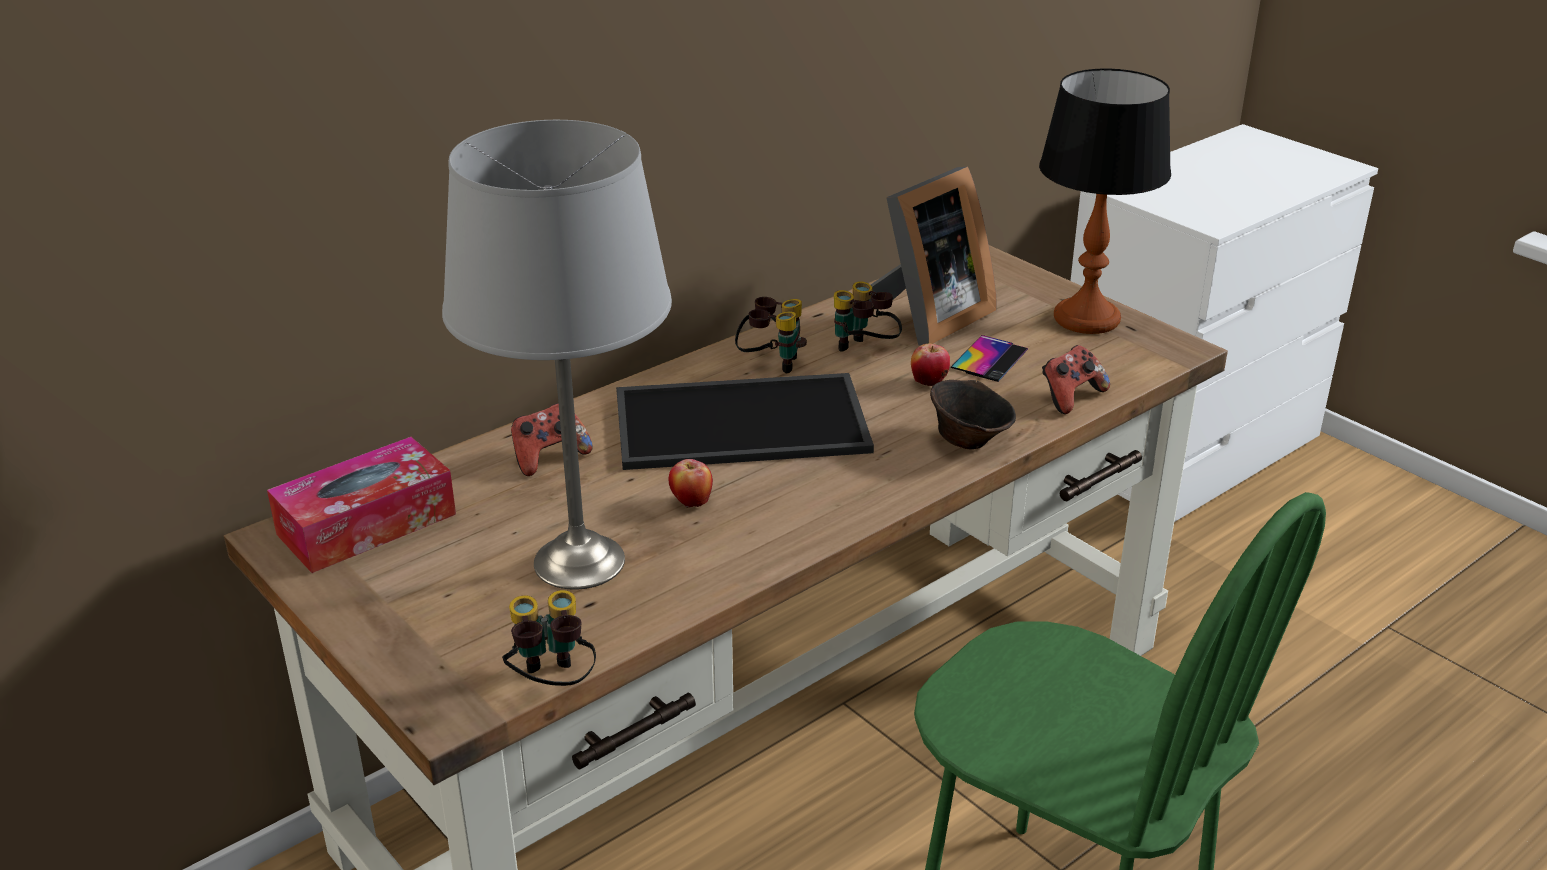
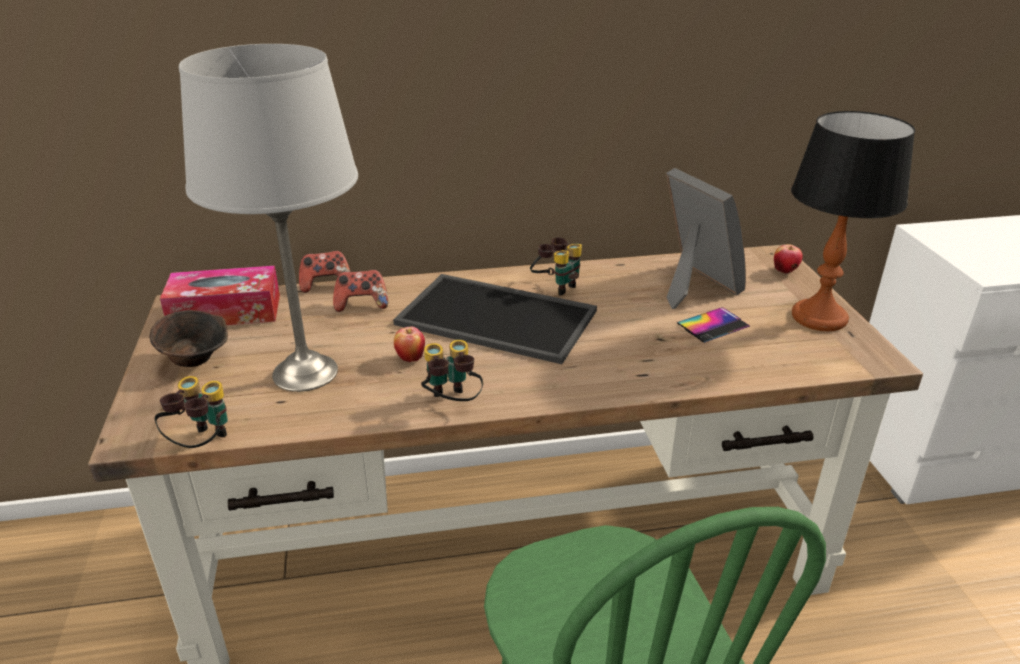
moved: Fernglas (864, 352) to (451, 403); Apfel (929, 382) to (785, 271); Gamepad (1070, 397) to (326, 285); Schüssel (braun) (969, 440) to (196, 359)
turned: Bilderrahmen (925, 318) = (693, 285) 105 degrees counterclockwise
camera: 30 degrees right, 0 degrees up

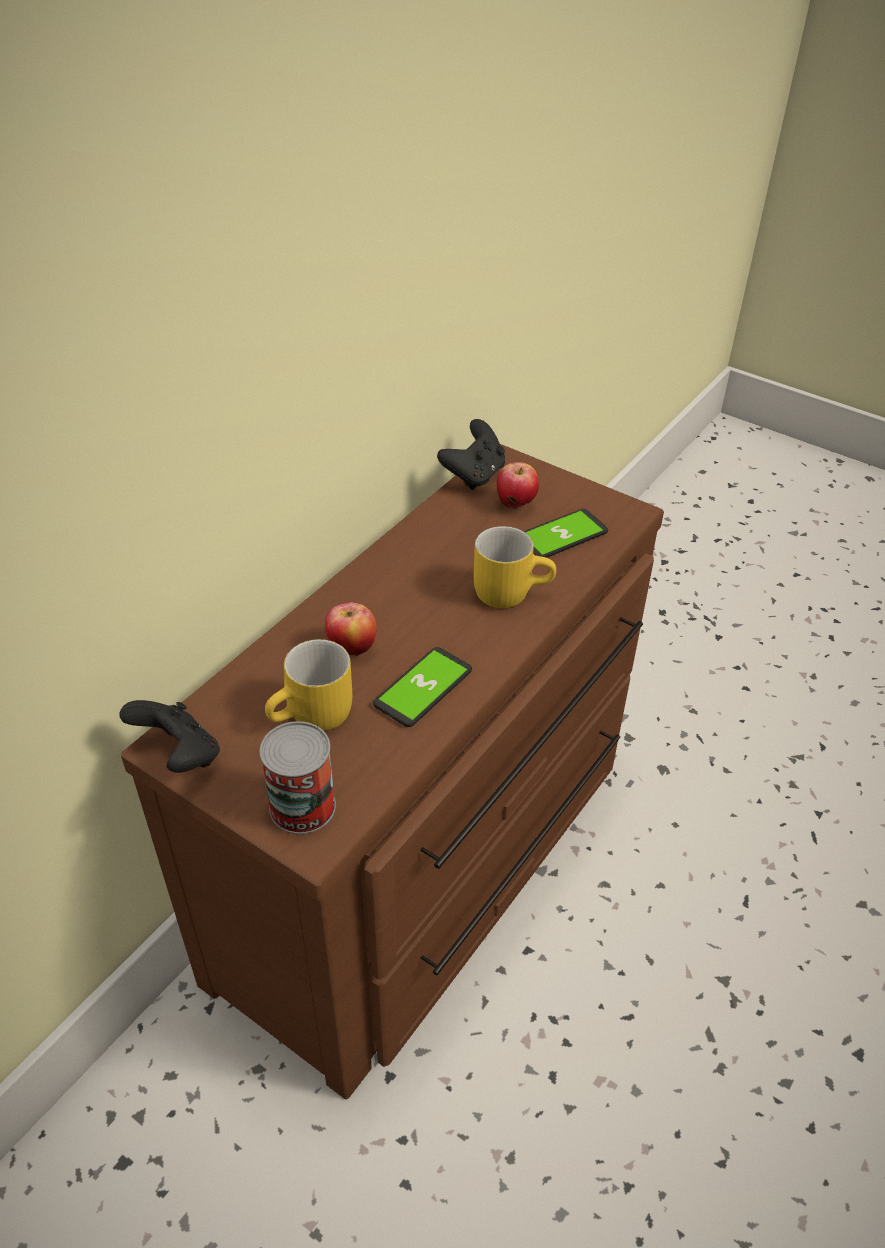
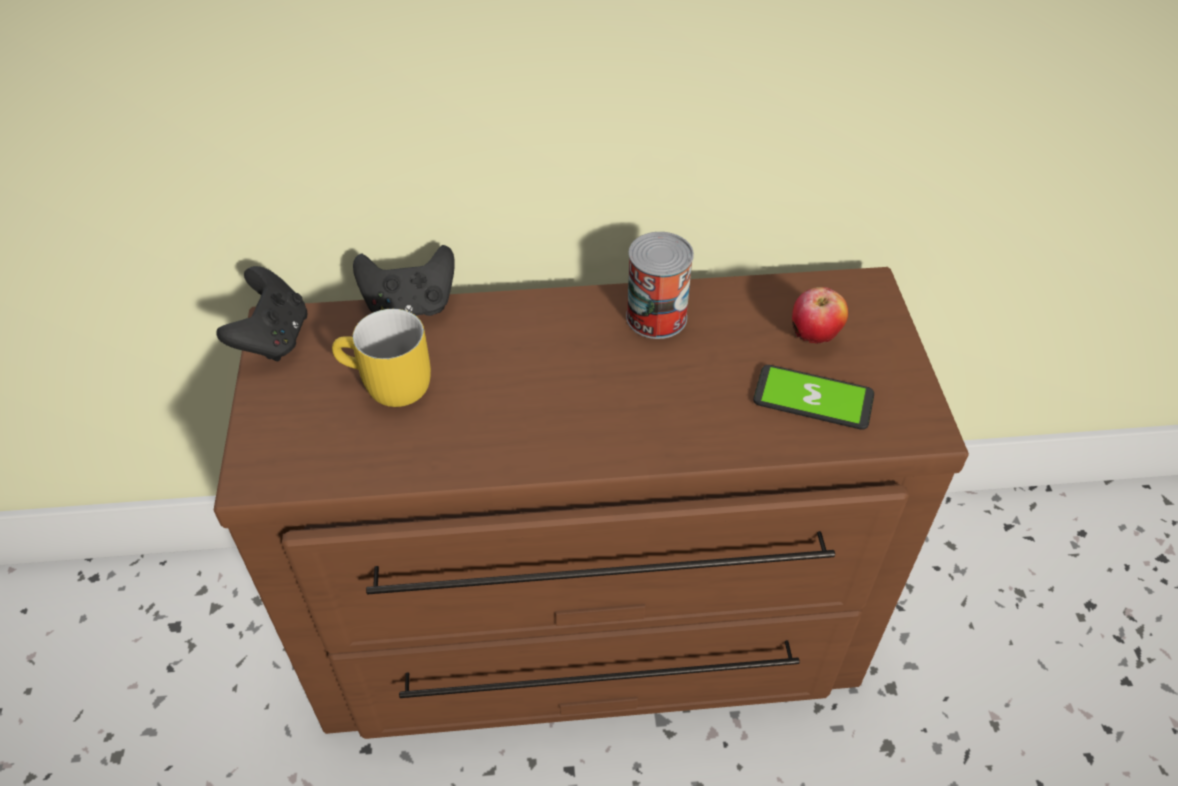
removed: Henkelbecher (gelb) (510, 590); Apfel (352, 649); Handy (423, 688)
moved: Gamepad (schwarz) (474, 475) to (410, 306); Dose (302, 806) to (656, 317)
camera: 50 degrees right, 5 degrees up

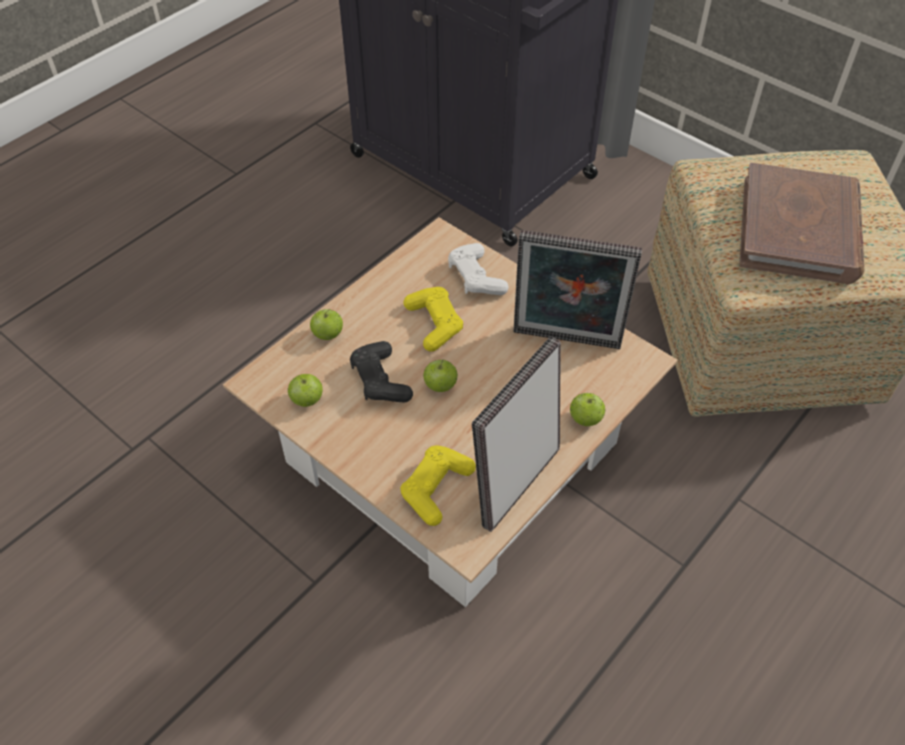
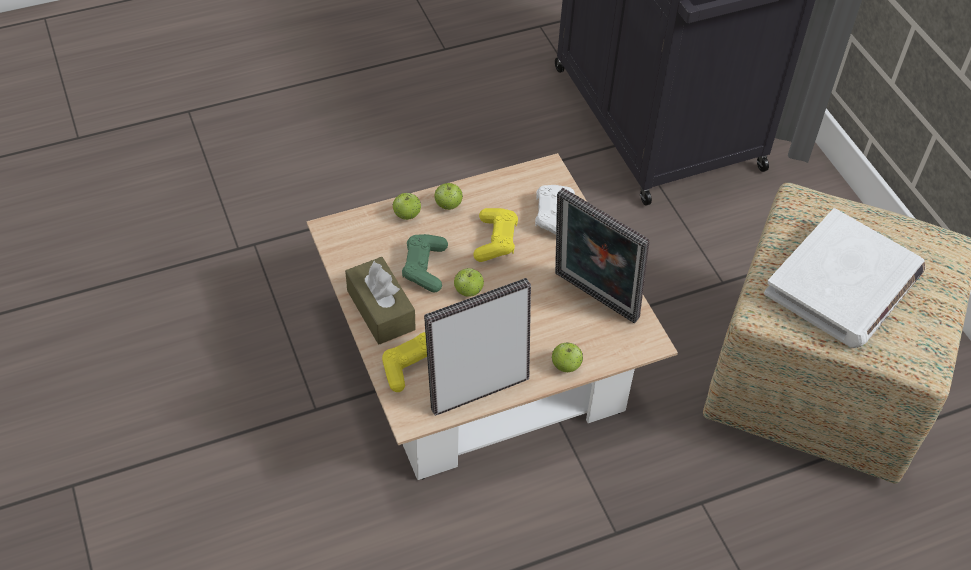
added: Taschentuchbox (braun) (381, 310)
moved: Apfel (307, 400) to (448, 205)
recoloured: Buch (braun) (799, 229) to Buch (weiß) (843, 284); Gamepad (schwarz) (380, 380) to Gamepad (grün) (424, 268)
camera: 25 degrees right, 0 degrees up

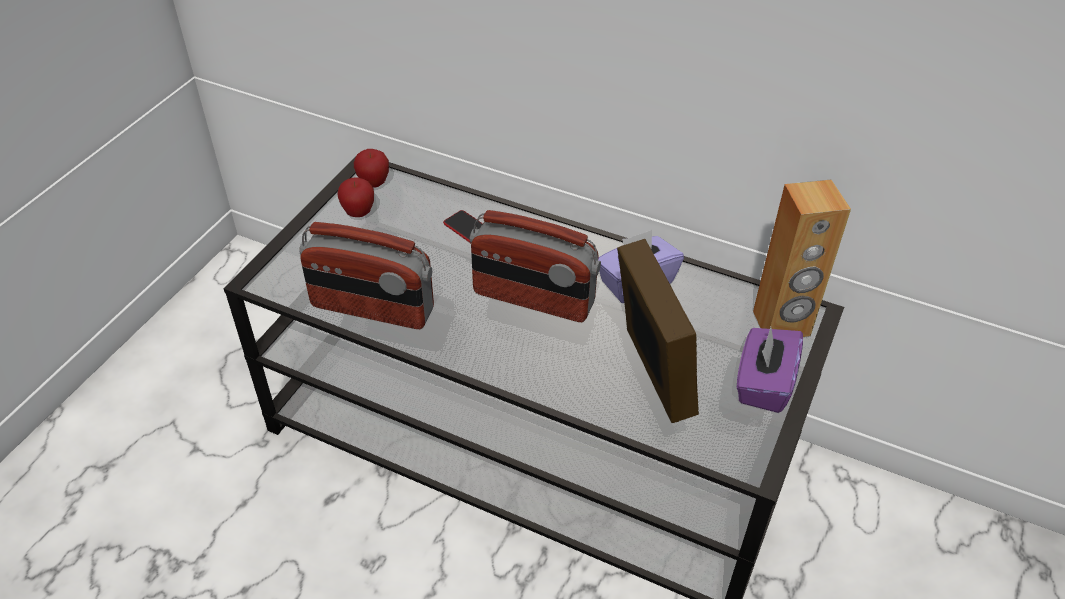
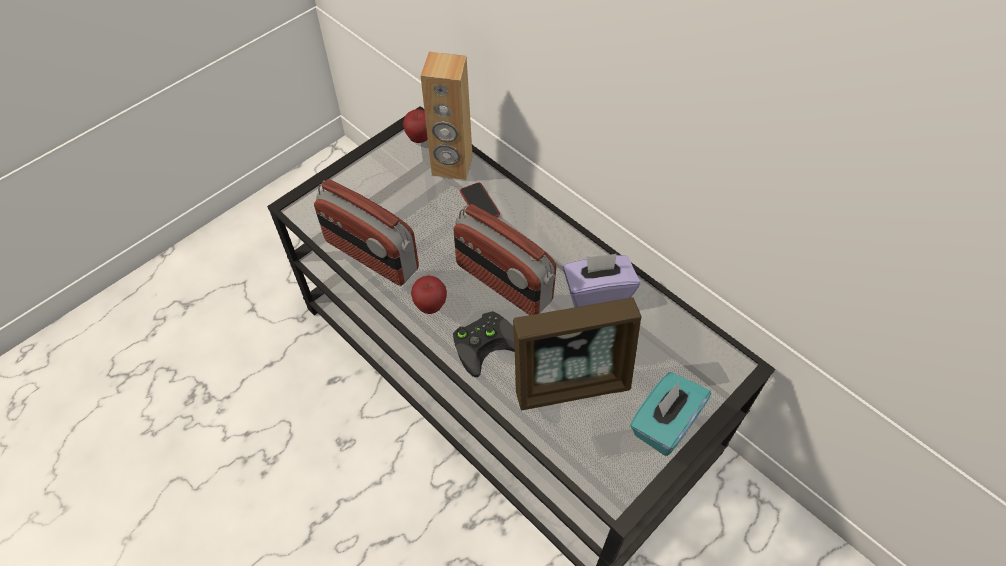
added: Gamepad (schwarz) (486, 342)
moved: Apfel (358, 213) to (430, 306); Lautsprecher (braun) (781, 324) to (452, 166)
recoloured: Taschentuchbox (lila) (763, 384) to Taschentuchbox (türkis) (664, 423)
turned: Bilderrahmen (651, 374) = (571, 383) 75 degrees clockwise
camera: 20 degrees right, 10 degrees up

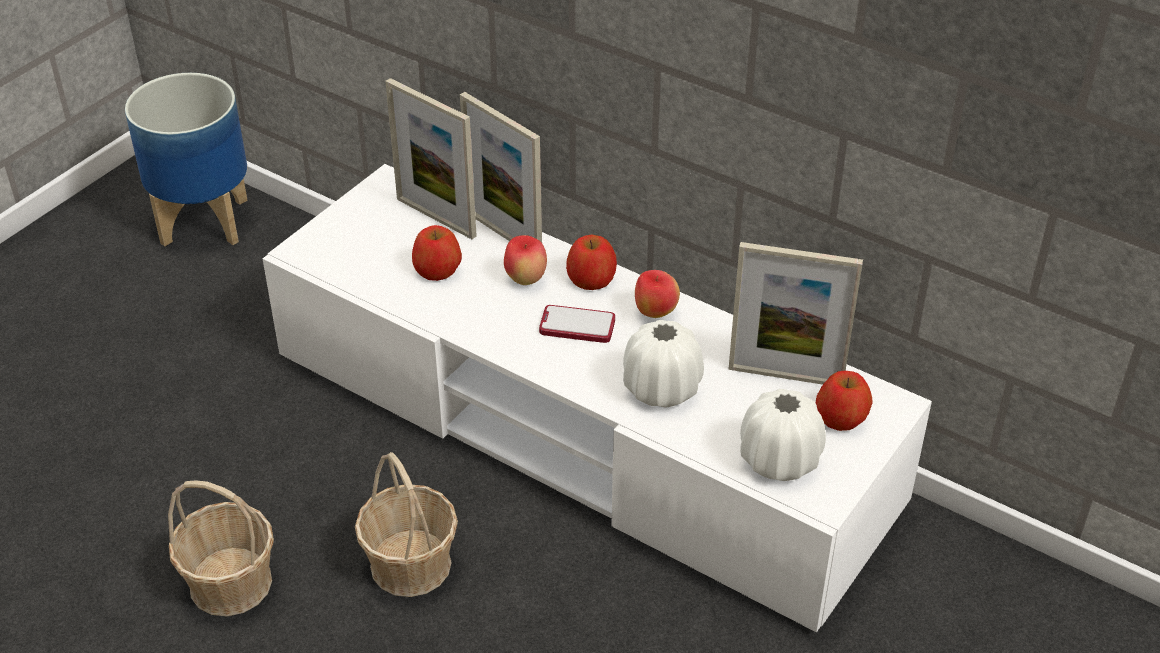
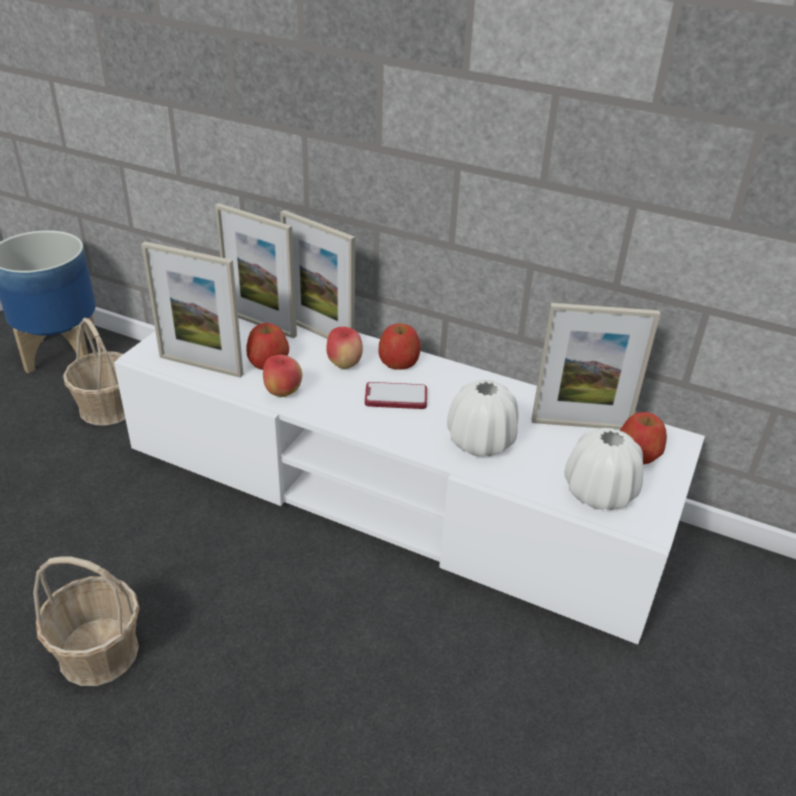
added: Bilderrahmen (201, 366)
moved: Apfel (655, 312) to (282, 393); Korb (411, 564) to (108, 407)
camera: 10 degrees left, 5 degrees down

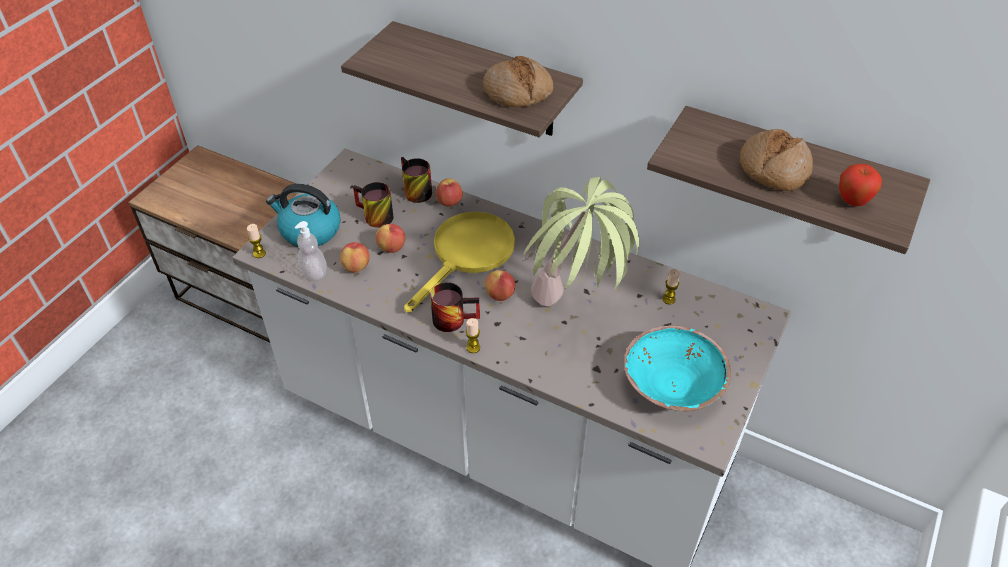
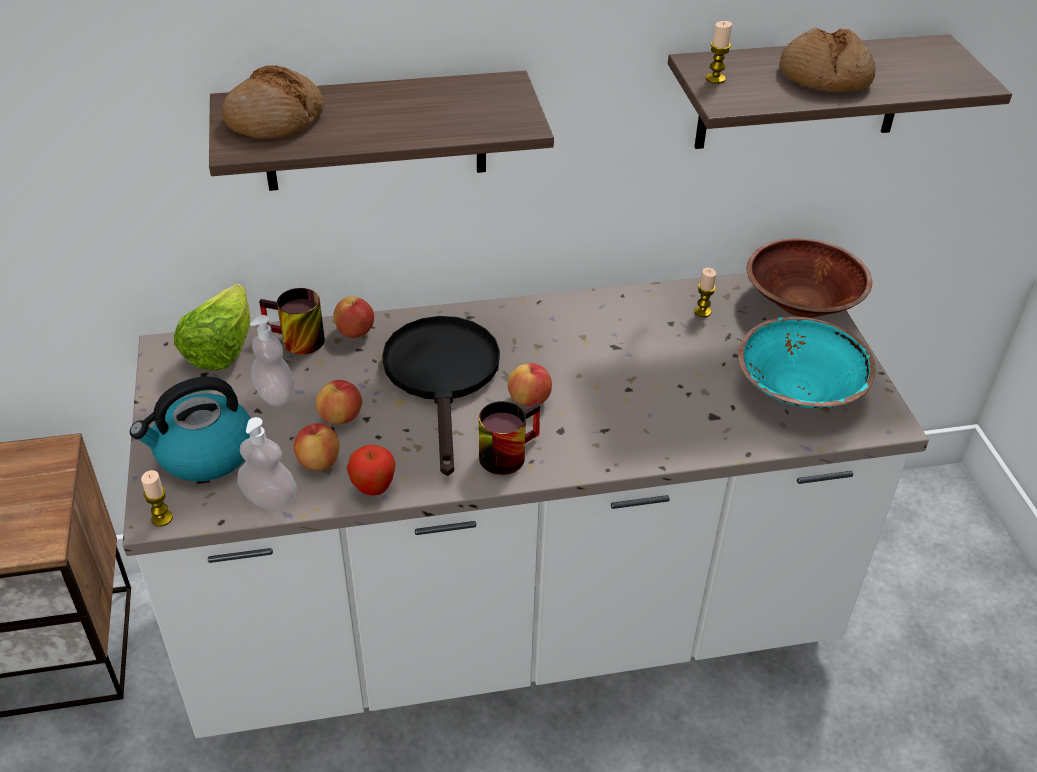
removed: Topfpflanze (576, 317)
added: Schüssel (braun) (802, 303); Salatkopf (221, 349)
moved: Brot (518, 91) to (275, 119); Apfel (852, 202) to (373, 489); Kerze (473, 347) to (715, 79)
replaced: Henkelbecher (373, 217) to Seifenspender (275, 395)
recoloured: Pfanne (gelb) (467, 255) to Pfanne (schwarz) (443, 377)
camera: 40 degrees left, 5 degrees down

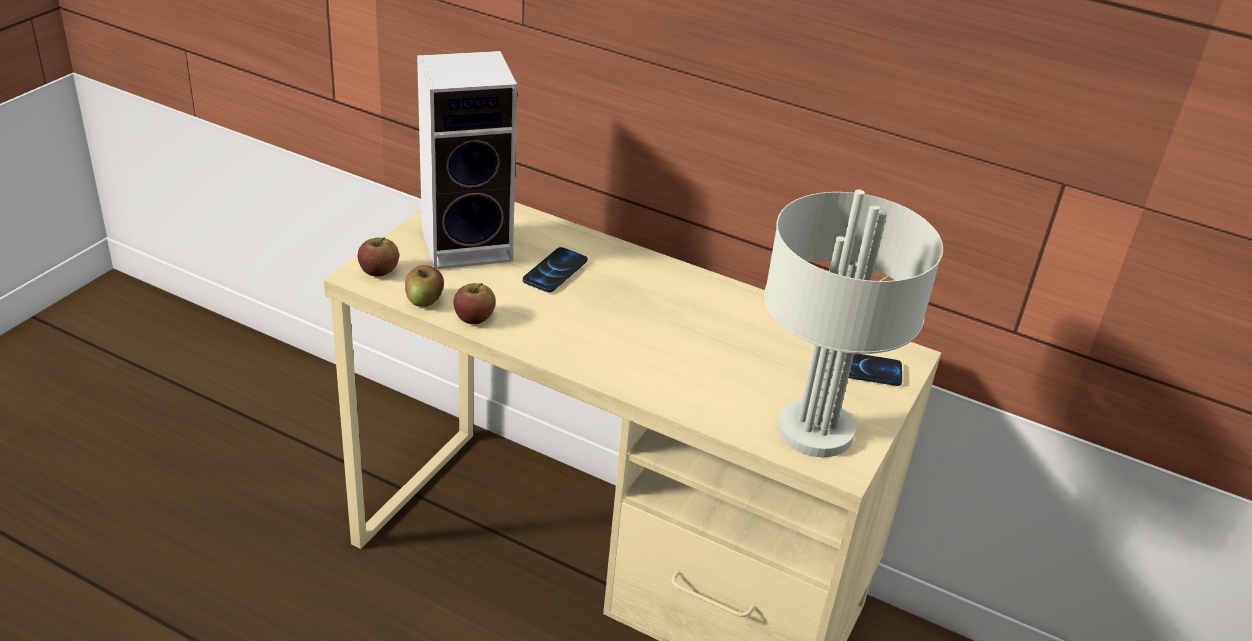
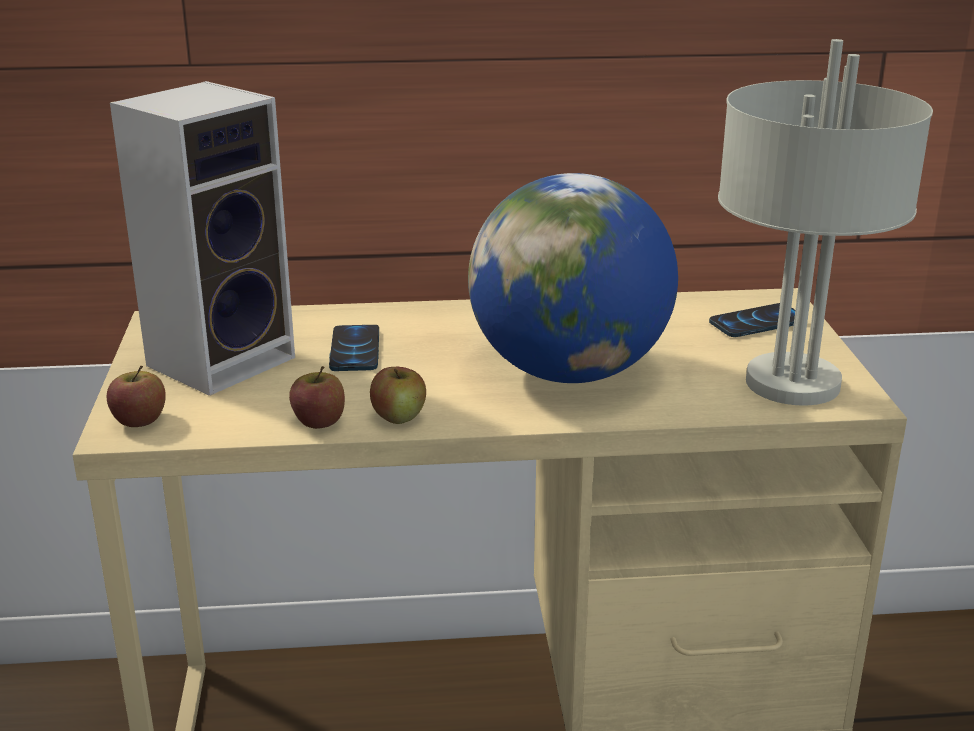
added: Globus (569, 372)
moved: Apfel (424, 300) to (399, 416)
camera: 30 degrees left, 10 degrees down

